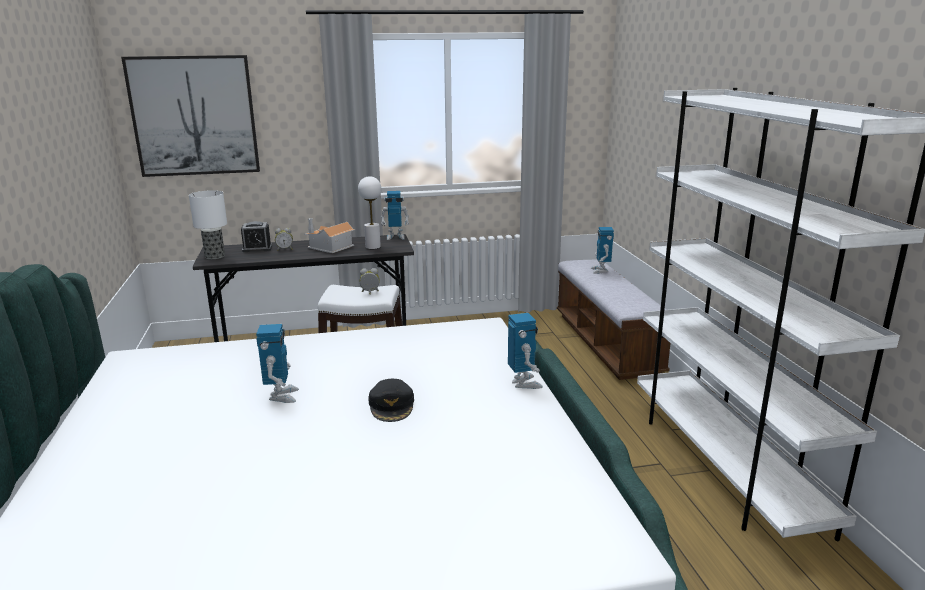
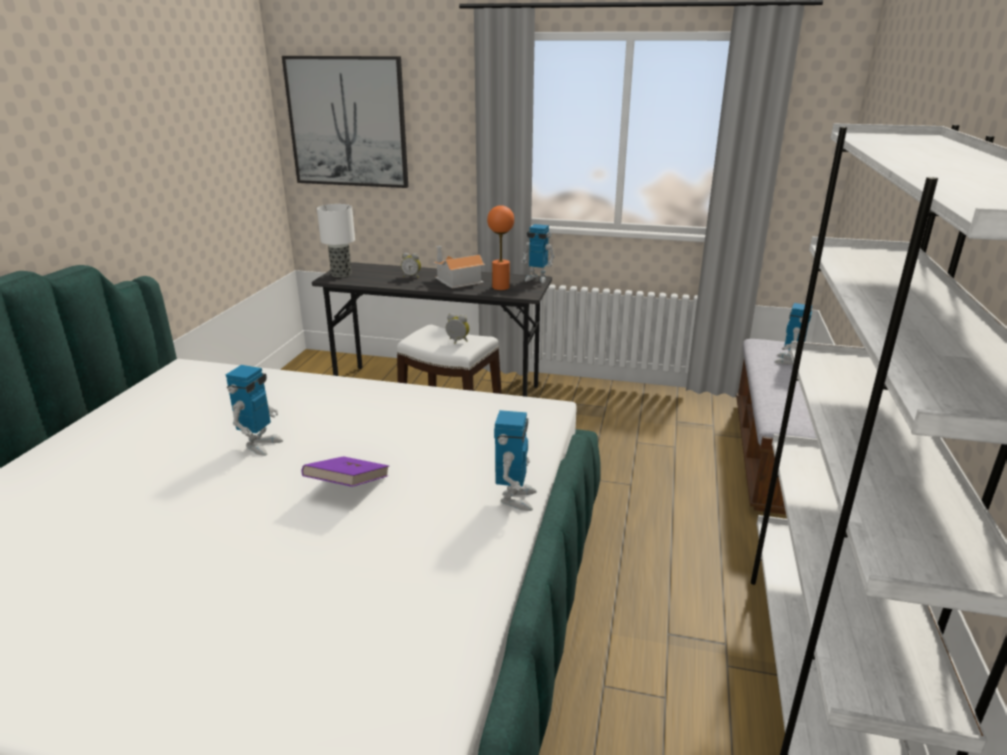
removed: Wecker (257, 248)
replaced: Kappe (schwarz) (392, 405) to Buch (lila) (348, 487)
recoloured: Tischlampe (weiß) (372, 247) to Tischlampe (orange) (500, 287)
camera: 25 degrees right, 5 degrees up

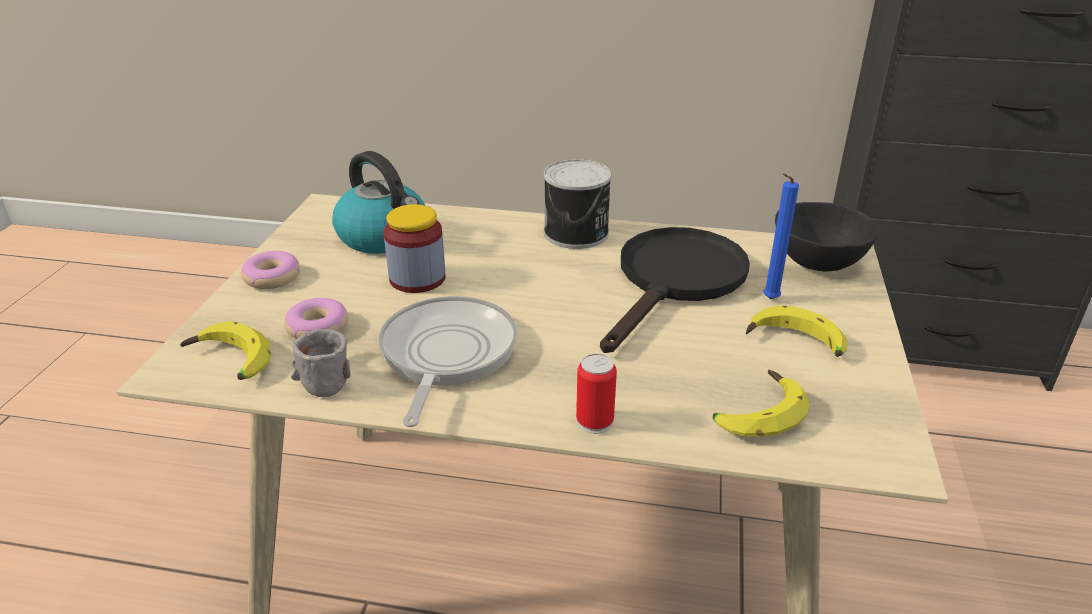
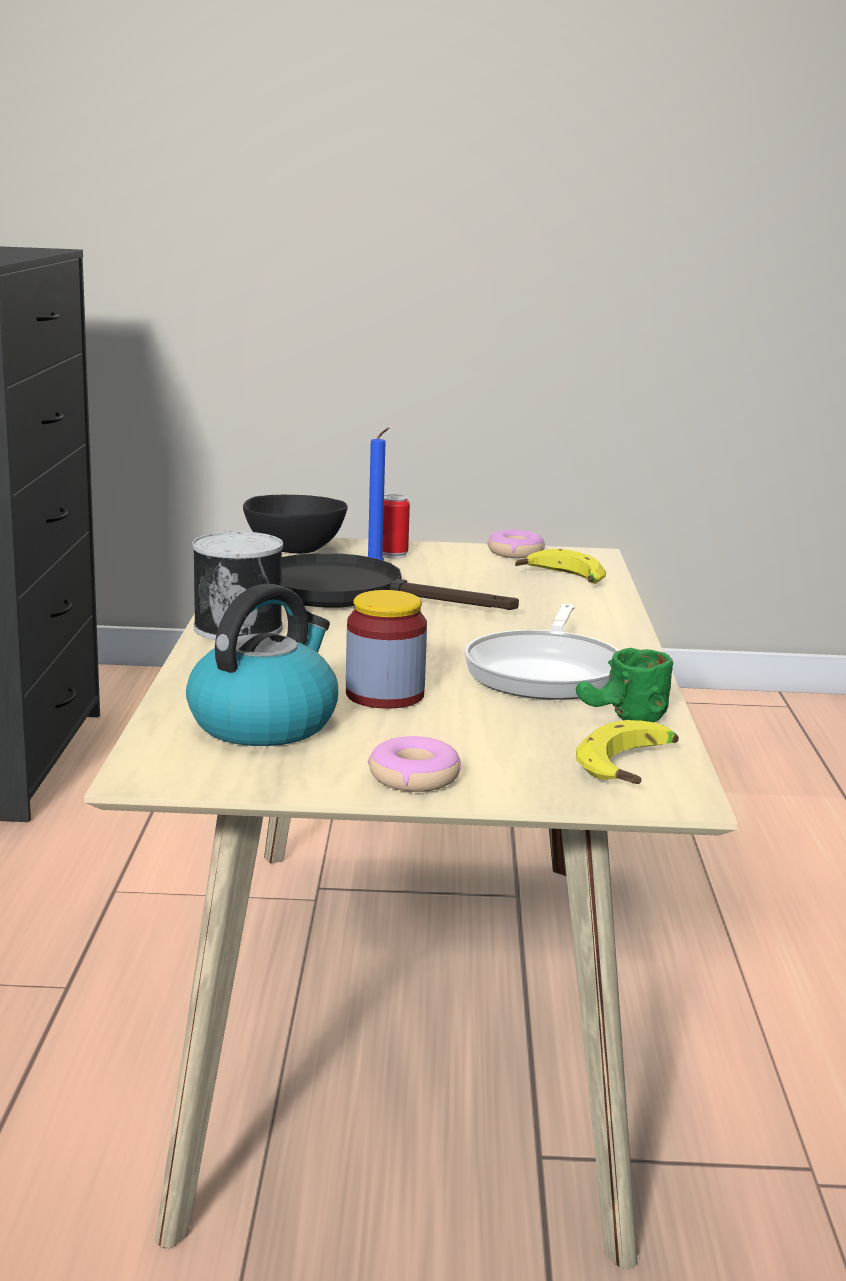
removed: Banane (794, 344)
moved: Donut (318, 327) to (515, 553); Dose (594, 421) to (393, 554)
recoloured: Henkelbecher (grau) (325, 376) to Henkelbecher (grün) (622, 718)
turned: Pfanne (445, 355) = (546, 672) 75 degrees counterclockwise
camera: 100 degrees left, 15 degrees down

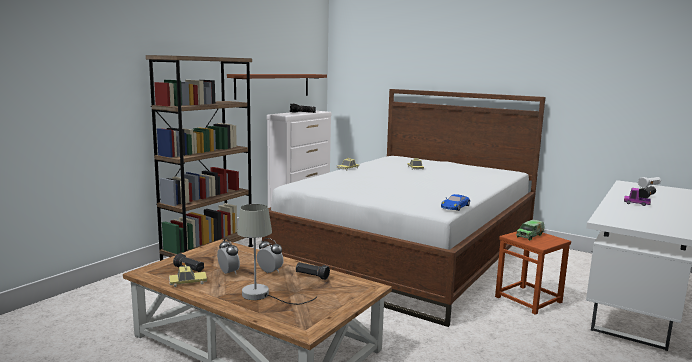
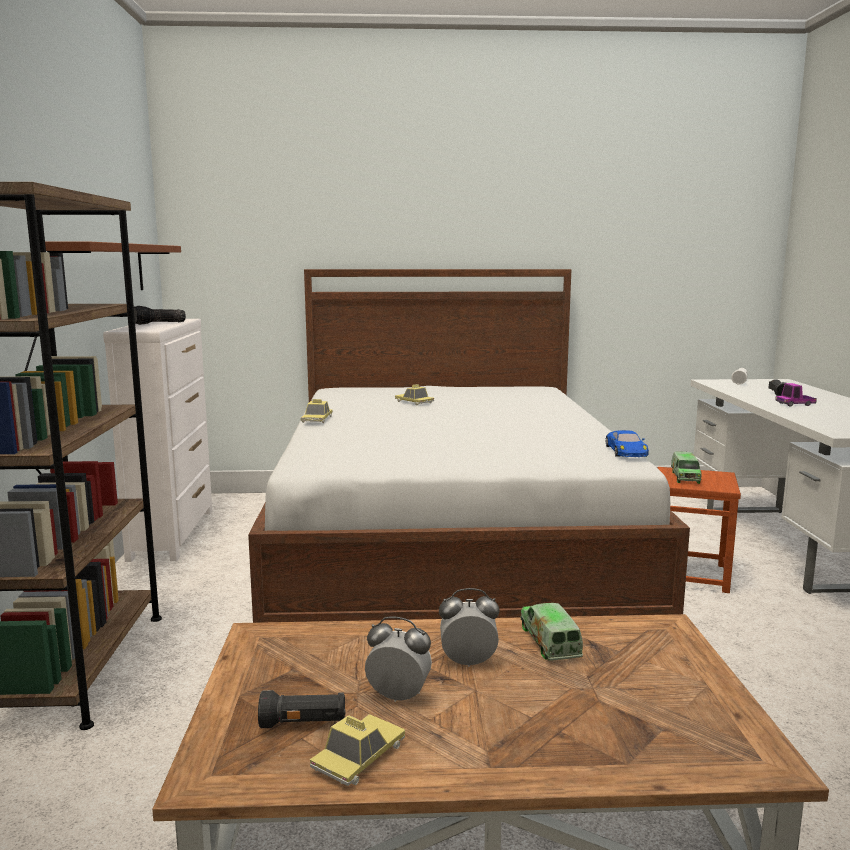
removed: Tischlampe (grau) (263, 295)
replaced: Taschenlampe (schwarz) (312, 276) to Spielzeuglaster (549, 642)
camera: 35 degrees left, 0 degrees up

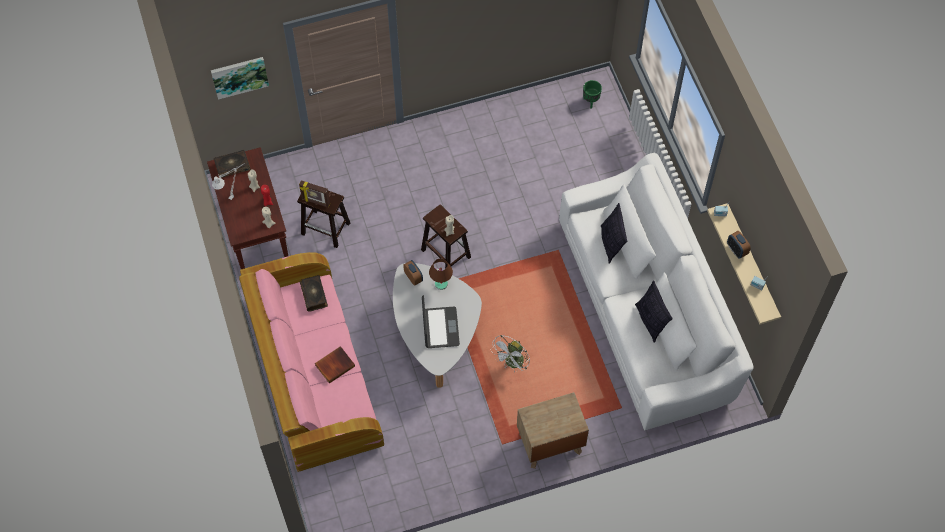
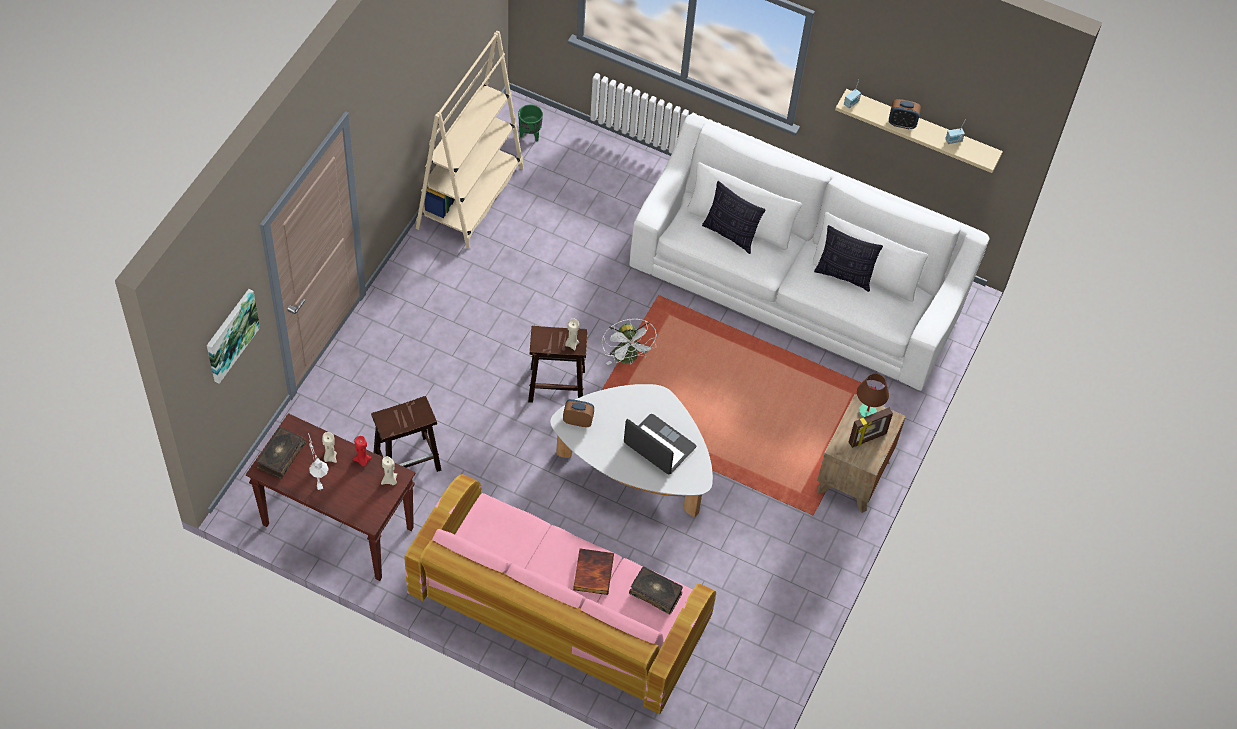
added: Bücherregal (beige) (470, 198)
moved: Bilderrahmen (315, 202) to (867, 438); Tischlampe (braun) (441, 284) to (867, 412); Buch (314, 295) to (656, 593); Ventilator (weiß) (512, 364) to (628, 358)
camera: 50 degrees left, 5 degrees down

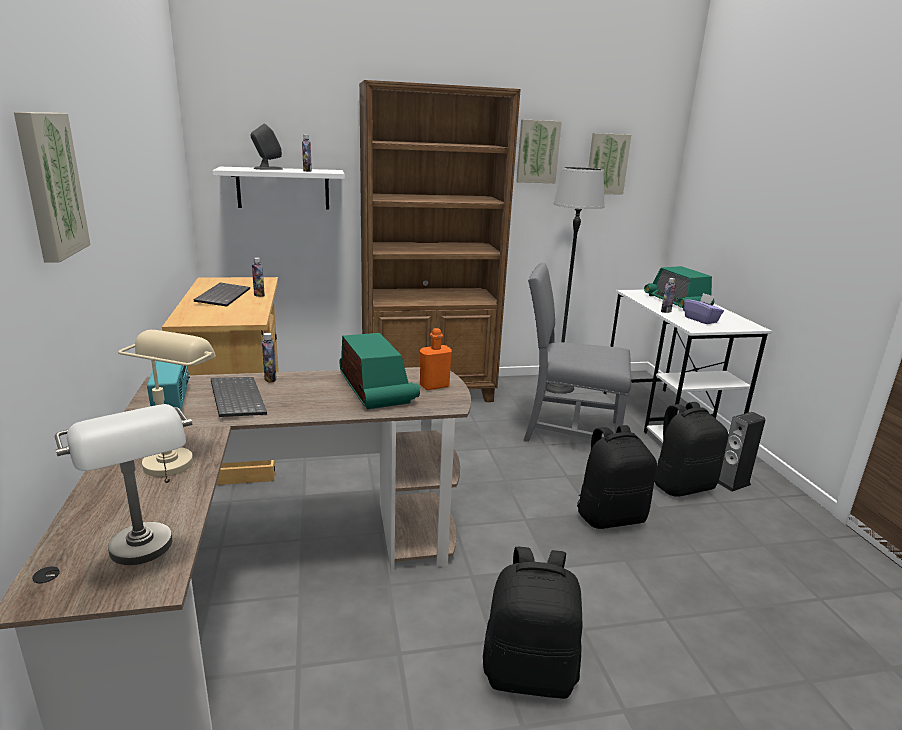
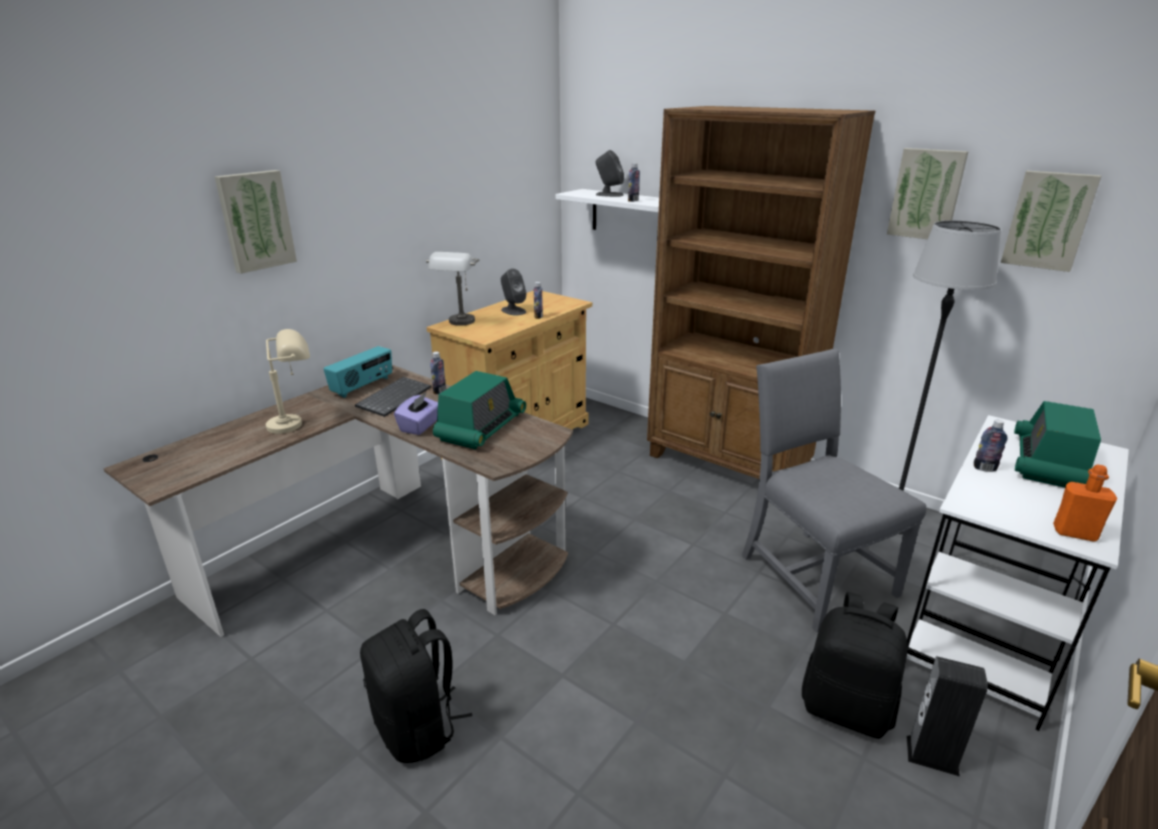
removed: Rucksack (schwarz) (610, 516)
moved: Taschentuchbox (lila) (701, 320) to (420, 426); Flasche (orange) (434, 386) to (1074, 533); Tischlampe (grau) (148, 556) to (459, 324)
replaced: Tastatur (222, 296) to Lautsprecher (grau) (513, 311)
camera: 50 degrees right, 5 degrees up

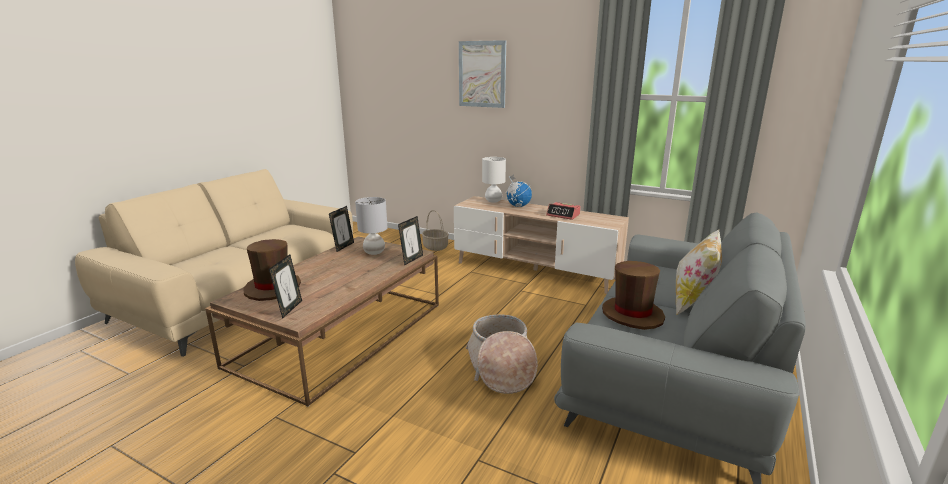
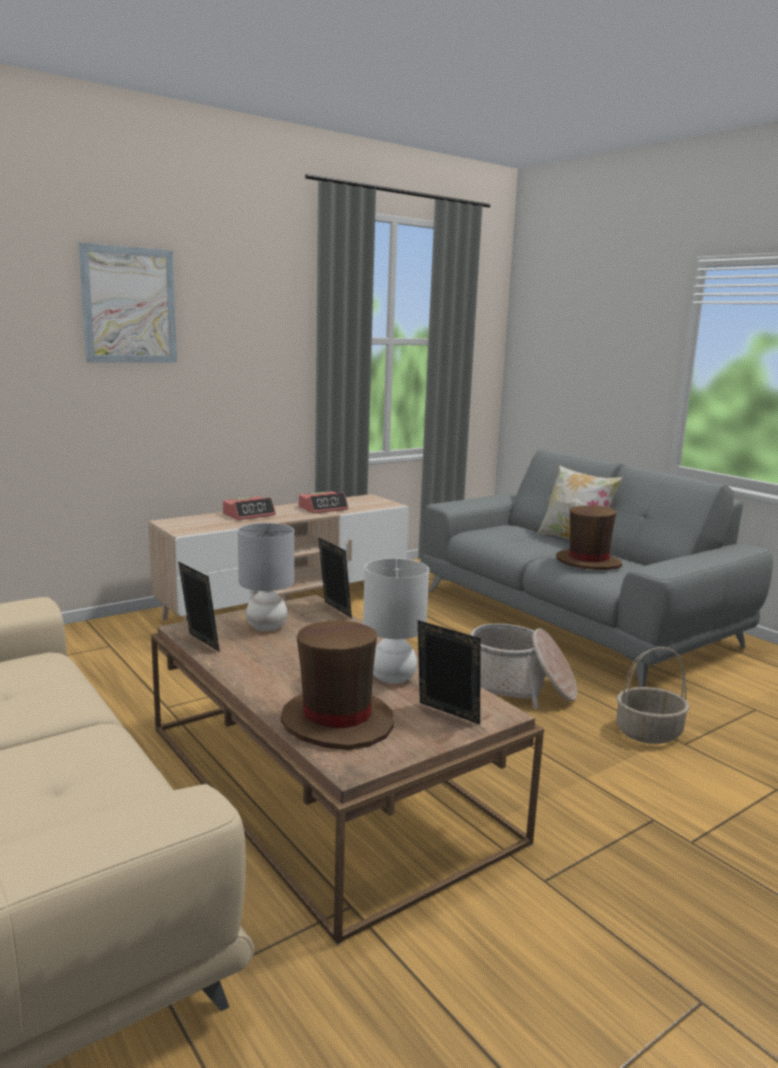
moved: Tischlampe (weiß) (493, 201) to (392, 677); Korb (435, 247) to (648, 733)
replaced: Globus (518, 206) to Wecker (249, 515)
camera: 65 degrees left, 5 degrees down

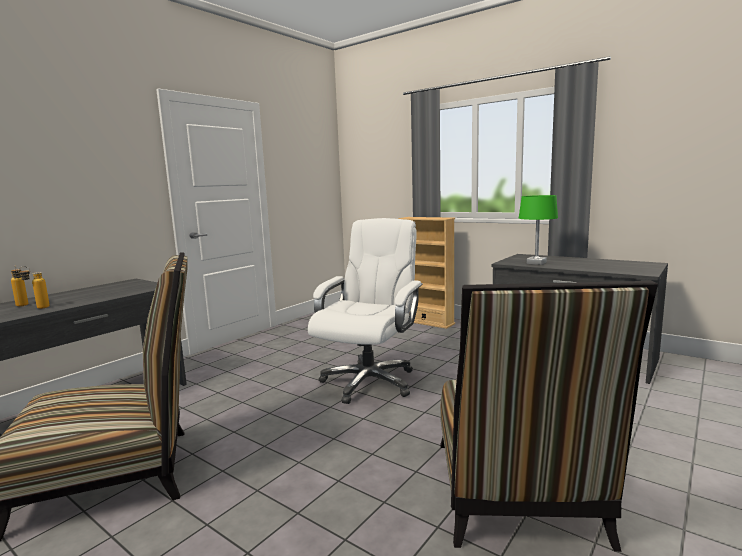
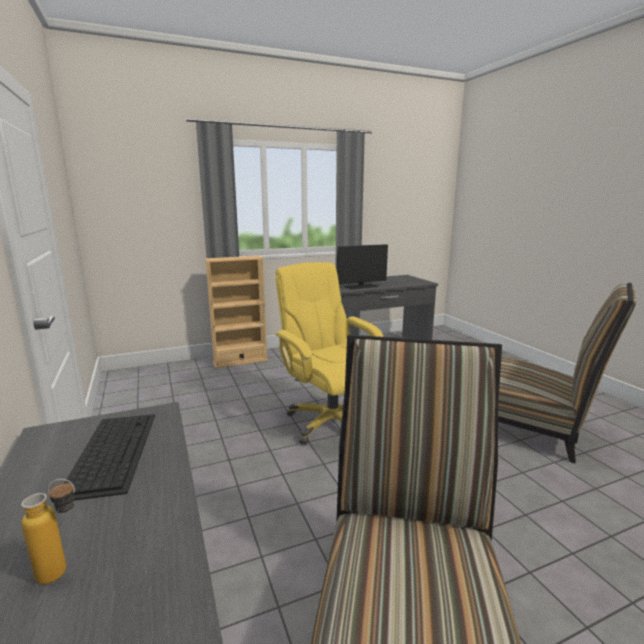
removed: Flasche (38, 308)
added: Tastatur (112, 451)
replaced: Tischlampe (grün) (536, 263) to Monitor (361, 286)
recoloured: Bürostuhl (weiß) (369, 381) to Bürostuhl (gelb) (331, 422)
camera: 60 degrees left, 5 degrees up

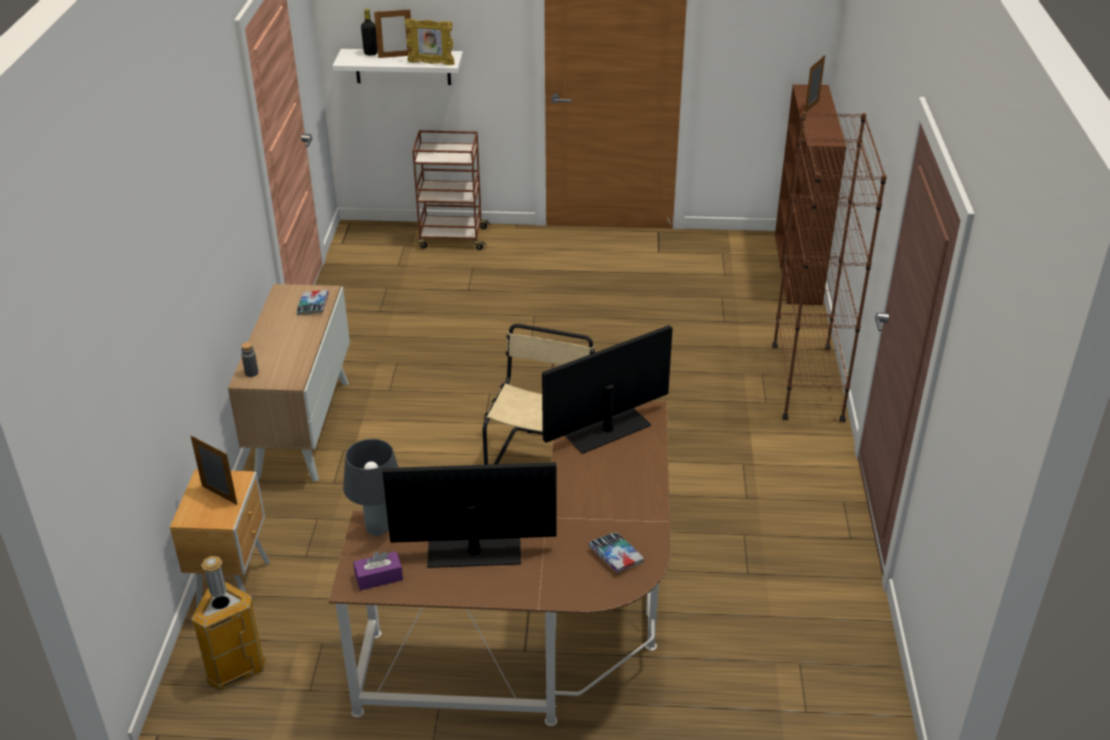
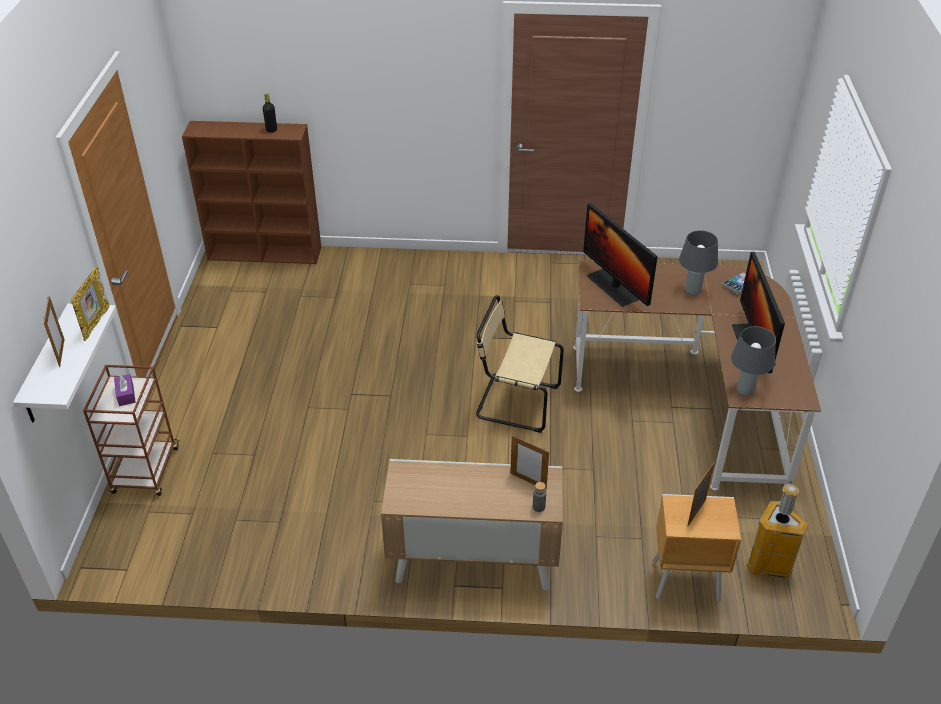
removed: Bücherregal (braun) (807, 382); Buch (313, 306)
added: Tischlampe (grau) (693, 291)
moved: Flasche (schwarz) (370, 53) to (271, 130); Bilderrahmen (812, 107) to (528, 481); Taschentuchbox (lila) (379, 577) to (126, 394)
camera: 90 degrees left, 5 degrees up

